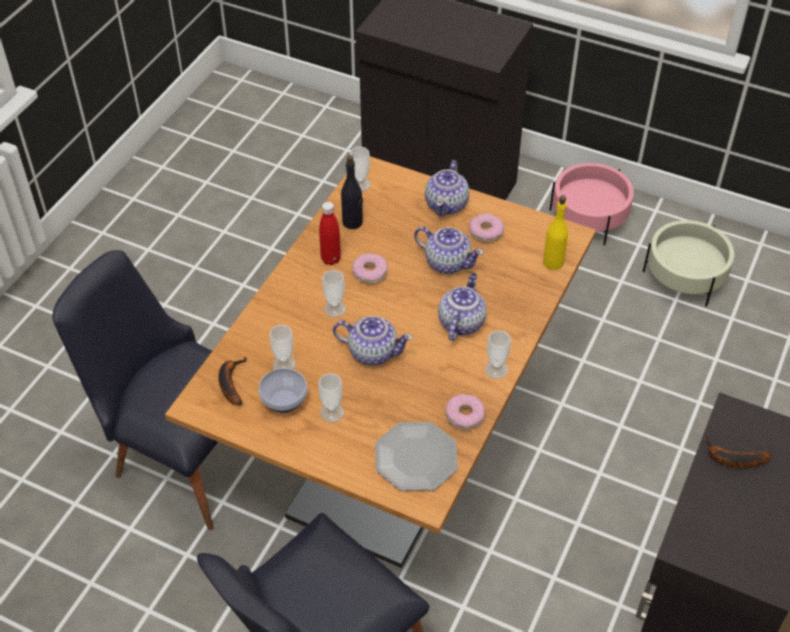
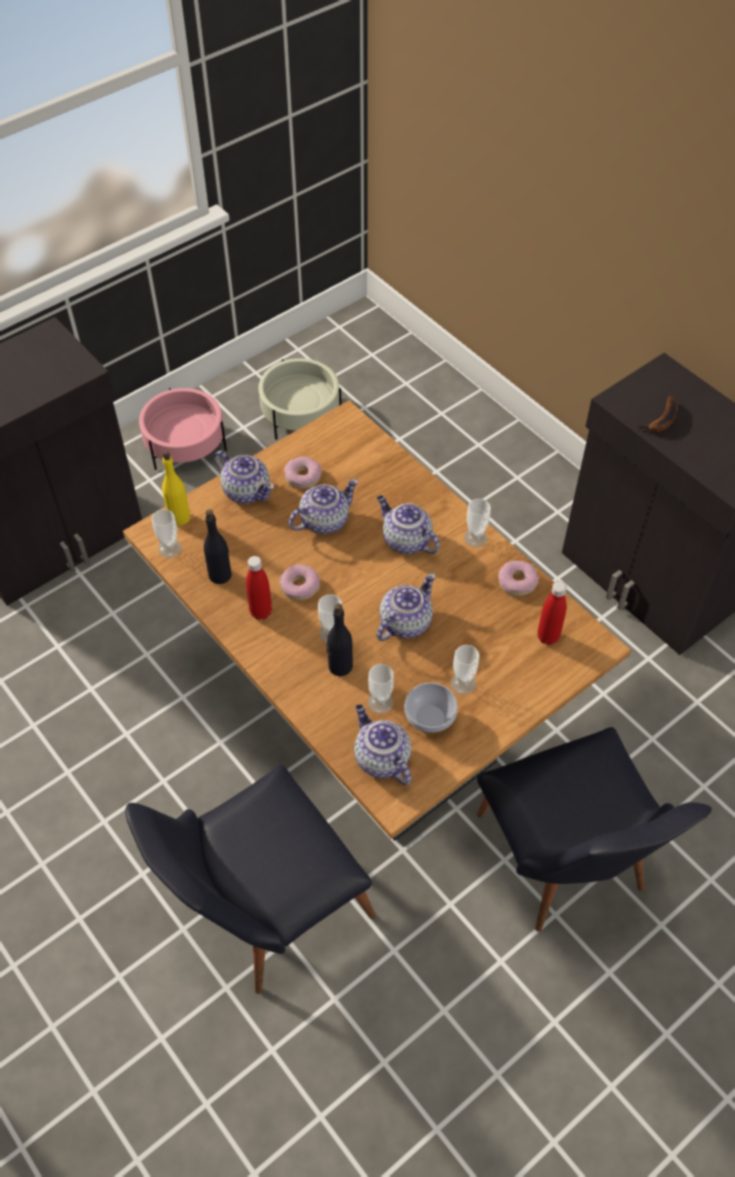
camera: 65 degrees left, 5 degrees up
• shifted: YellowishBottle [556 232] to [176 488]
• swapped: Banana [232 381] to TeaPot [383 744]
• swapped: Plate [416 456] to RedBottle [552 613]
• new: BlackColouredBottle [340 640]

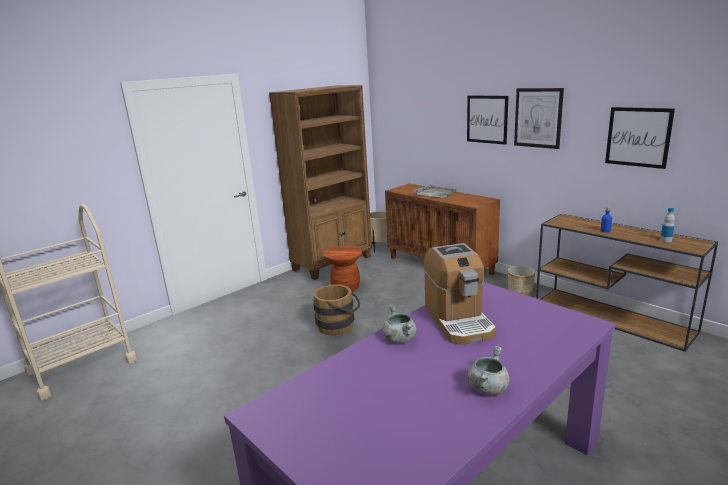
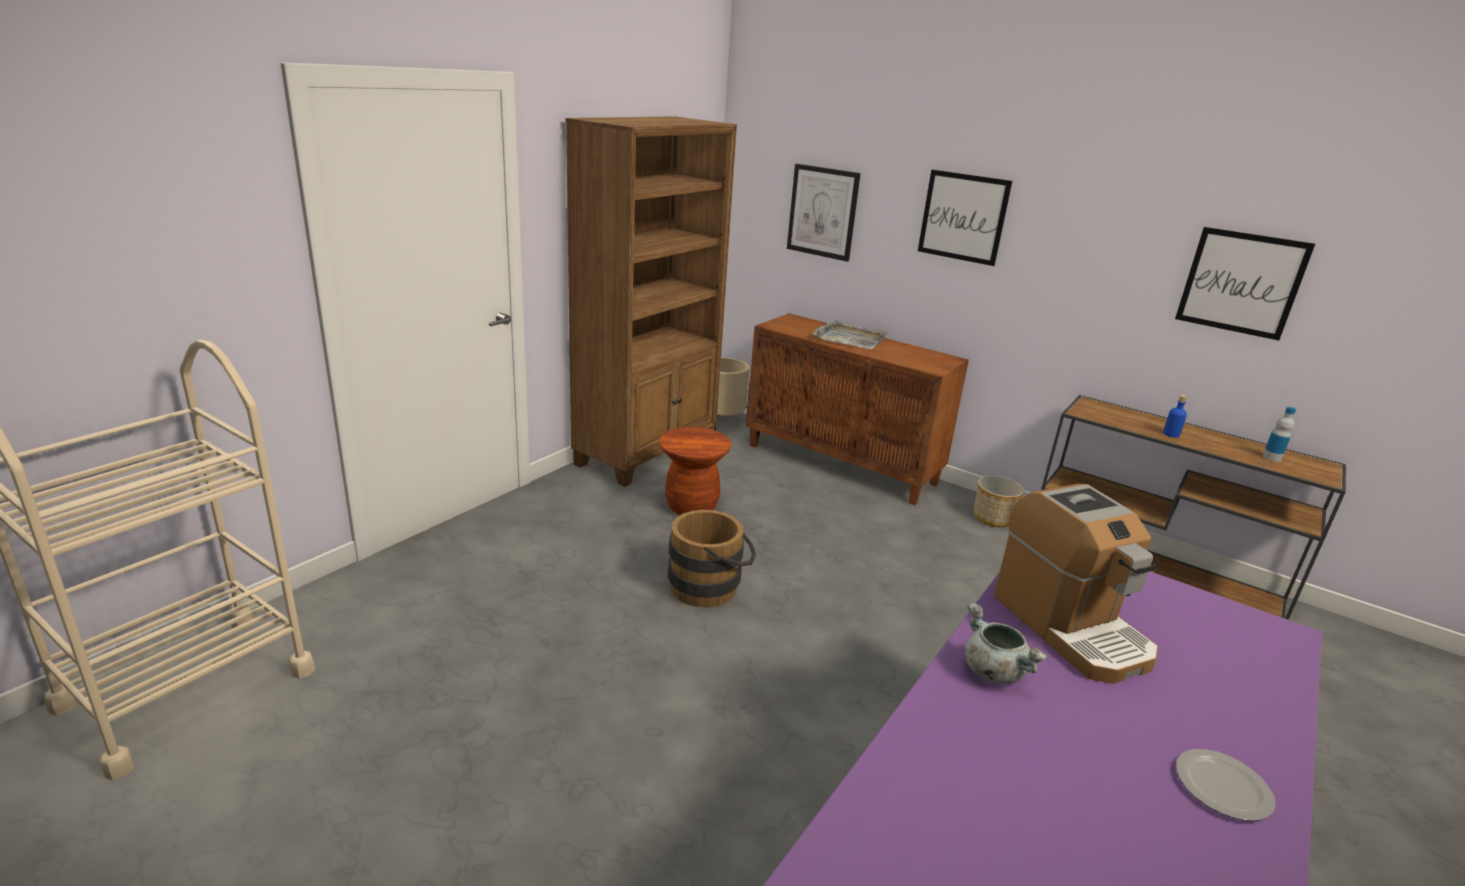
camera: 15 degrees left, 5 degrees up
• shifted: WallPicture [539 118] to [824 213]
• swapped: GreyishStockpot [488 370] to Plate [1226 785]

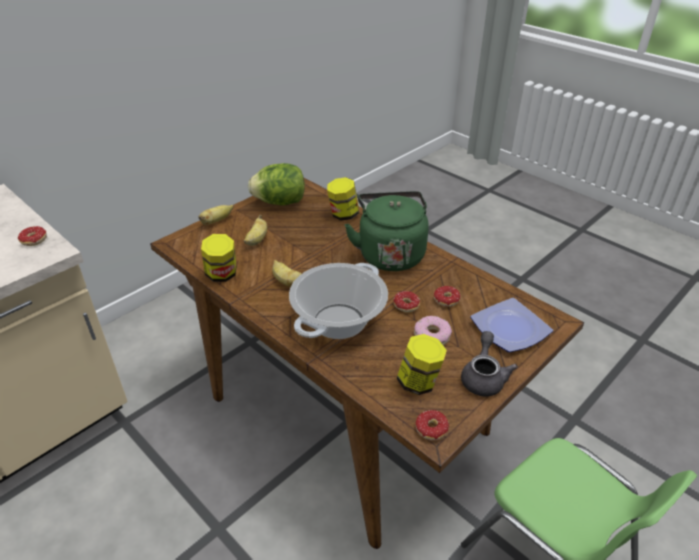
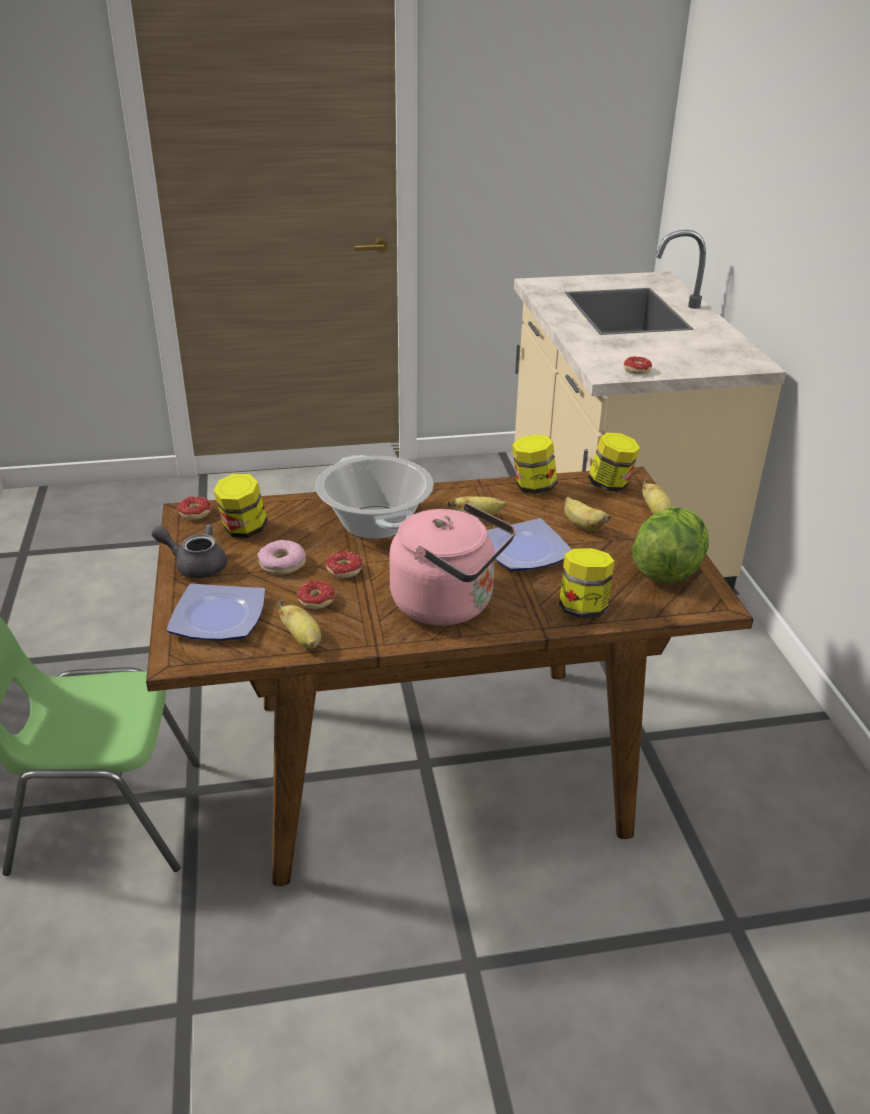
camera: 125 degrees right, 5 degrees down
• repainted: GreenTeaKettle [386 231] to PinkColouredTeaKettle [452 564]
• rotated: GreyishTeaPot [489 363] = [189 551] 150 degrees clockwise
• new: StorageJar [614 462]
• new: Plate [529 544]
• new: Banana [299 624]

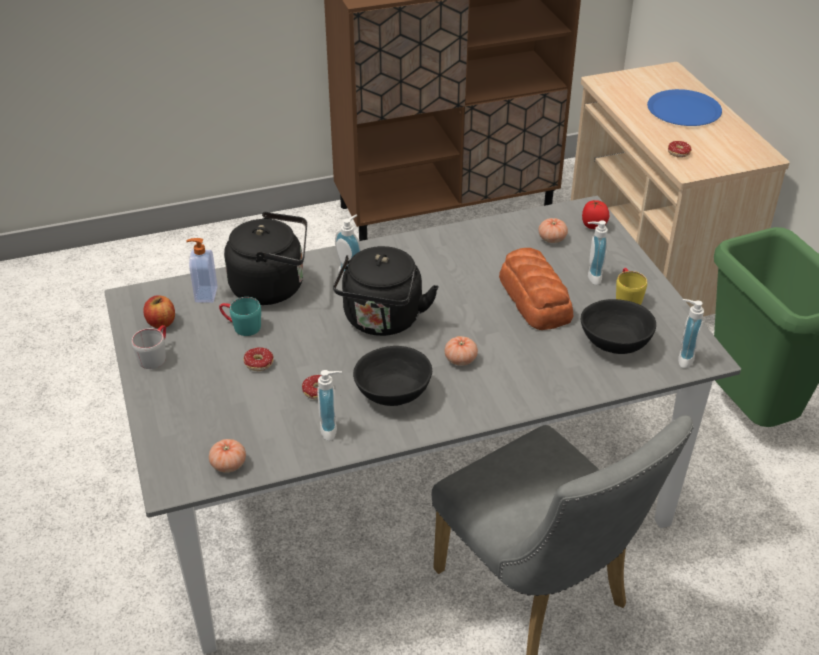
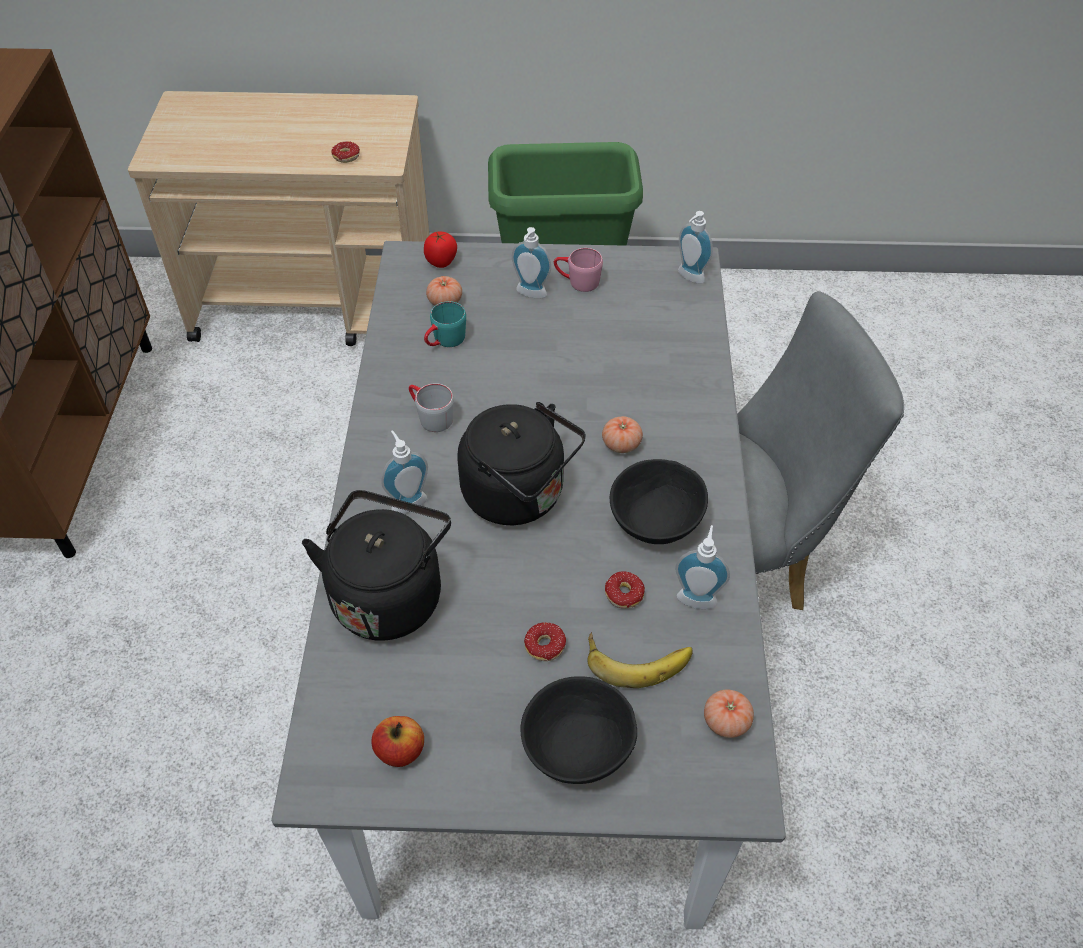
camera: 70 degrees left, 10 degrees up
• gone: BluishPlate [684 107]
• gone: SoapBottle [202 270]
• gone: Bread [536 289]
• repainted: YellowishTeaMug [631 286] to PinkColouredTeaMug [578 270]
• shifted: TurquoiseTeaMug [240 316] to [445 324]
• shifted: BlackColouredDeepDish [618 326] to [578 730]
• shifted: GreyishTeaMug [149 347] to [431 407]
• new: Banana [640 660]

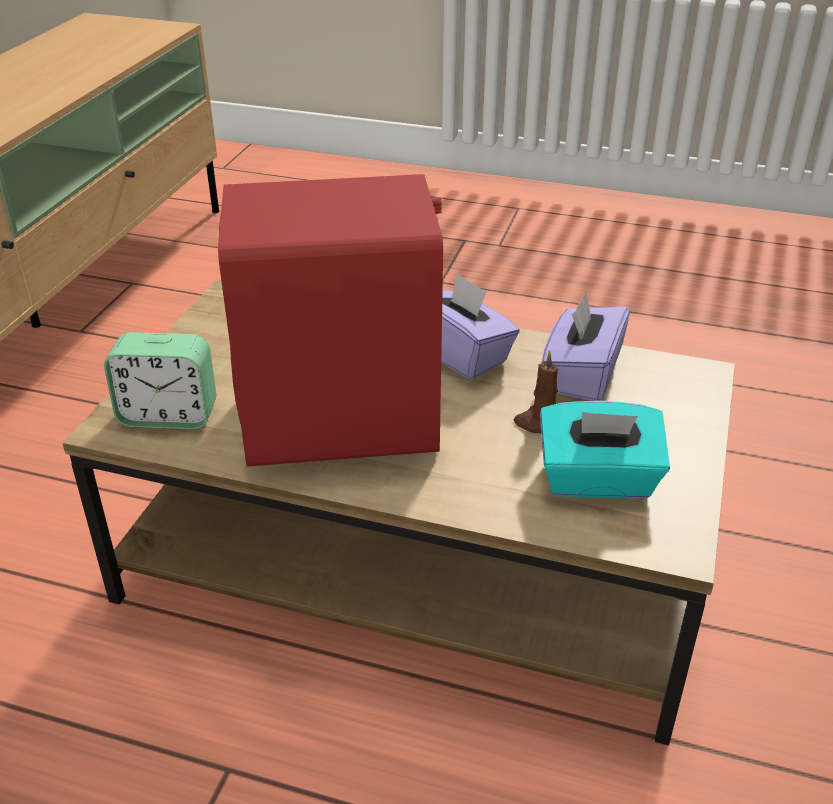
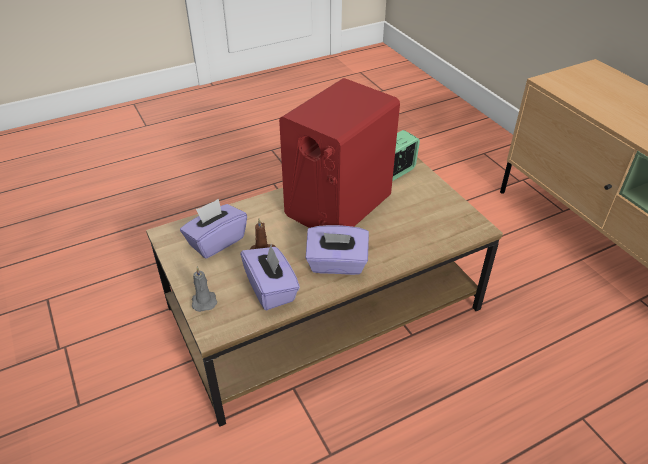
camera: 135 degrees right, 5 degrees up
• repainted: TurquoiseTissueBox [605 450] to PurplishTissueBox [213 229]
• new: GreyishWaxCandle [204 289]

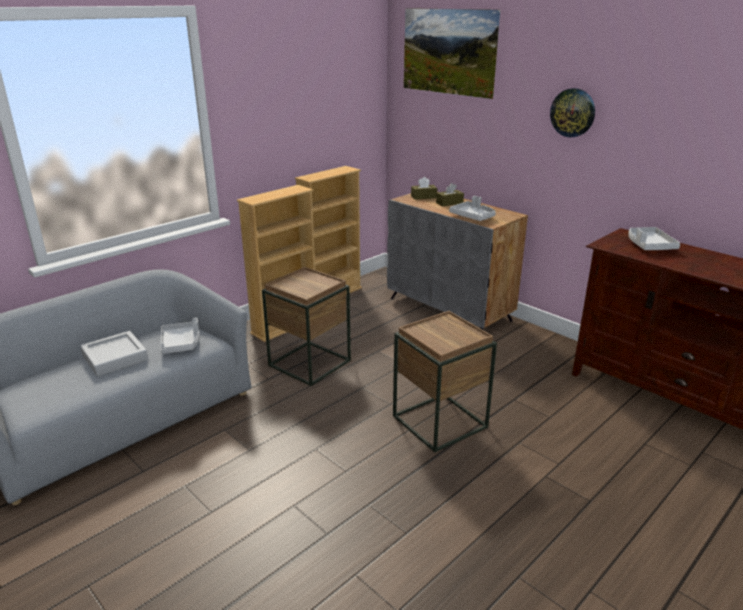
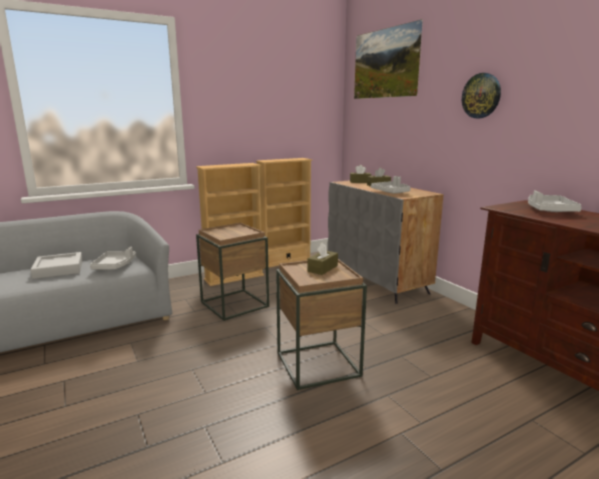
camera: 15 degrees right, 10 degrees down
• new: BrownishTissueBox [323 258]

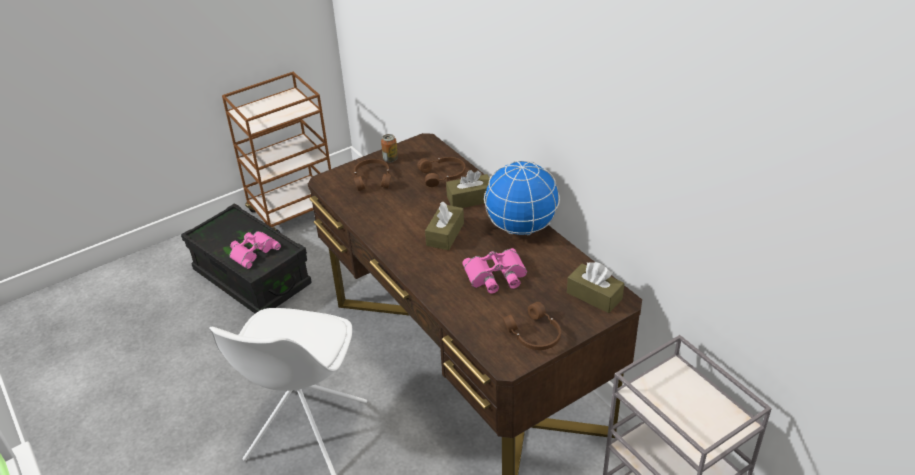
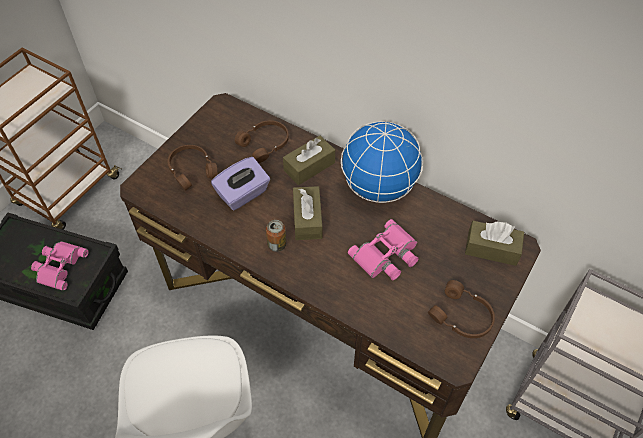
camera: 25 degrees left, 15 degrees up
• shifted: Can [389 148] to [276 236]
• new: PurplishTissueBox [240 183]

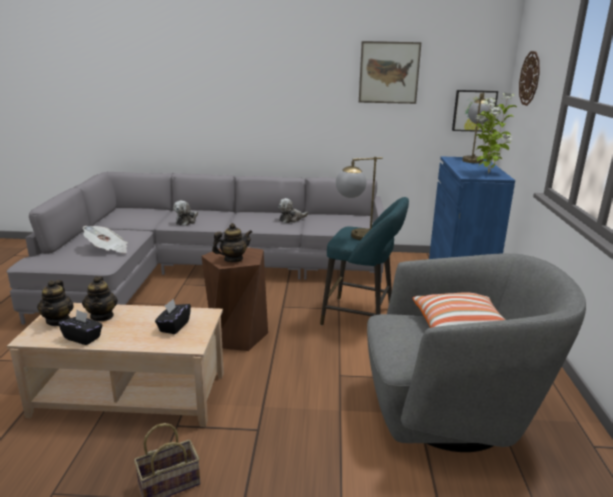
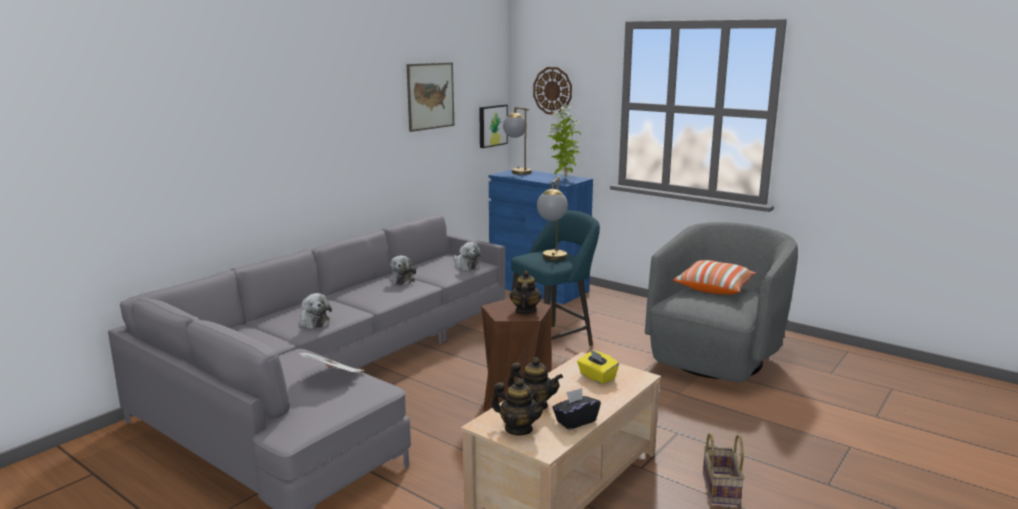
camera: 55 degrees left, 5 degrees down
• repainted: BlackColouredTissueBox [173 316] to YellowishTissueBox [598 366]
• new: CuddlyToy [466 256]

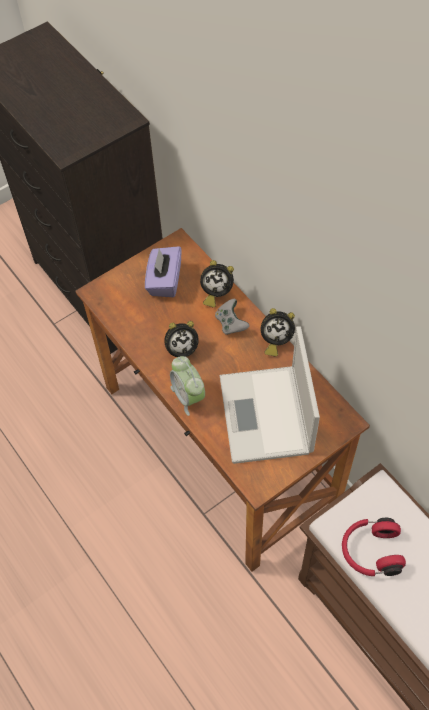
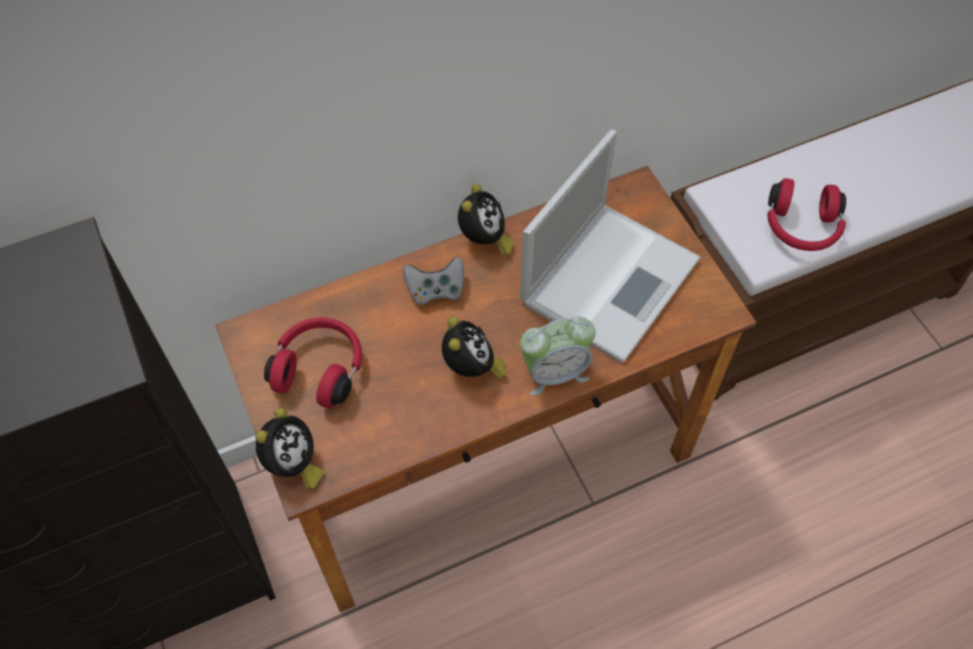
camera: 80 degrees left, 0 degrees up
• swapped: PurplishTissueBox [163 271] to RedPairOfHeadphones [313 363]
• shifted: AlarmClock [217 283] to [289 448]
• rotated: NotebookComputer [270 395] = [610 246] 60 degrees counterclockwise

